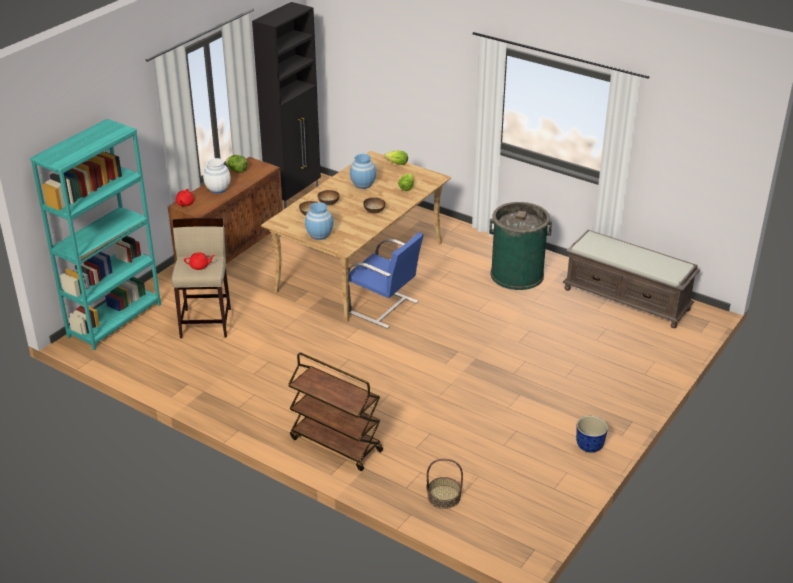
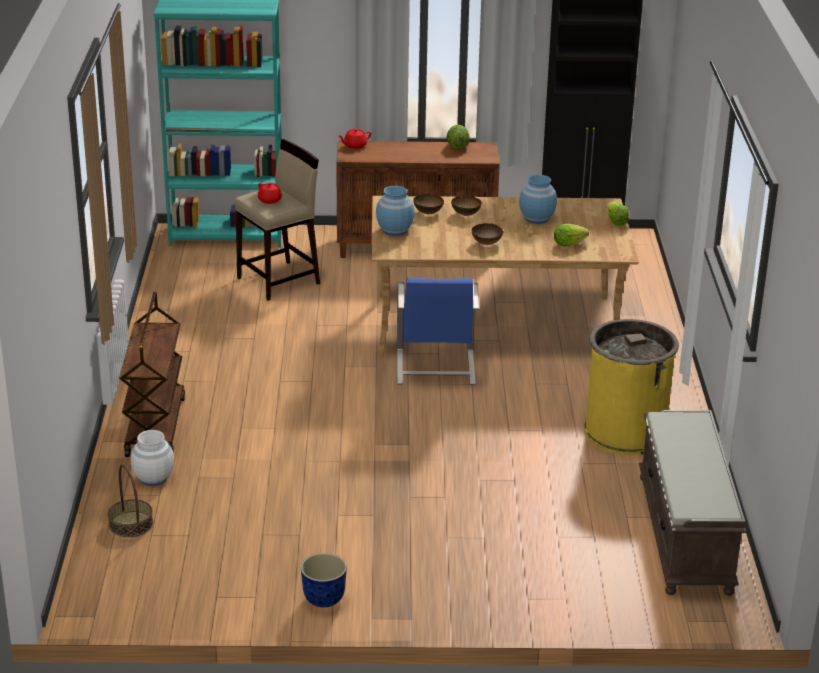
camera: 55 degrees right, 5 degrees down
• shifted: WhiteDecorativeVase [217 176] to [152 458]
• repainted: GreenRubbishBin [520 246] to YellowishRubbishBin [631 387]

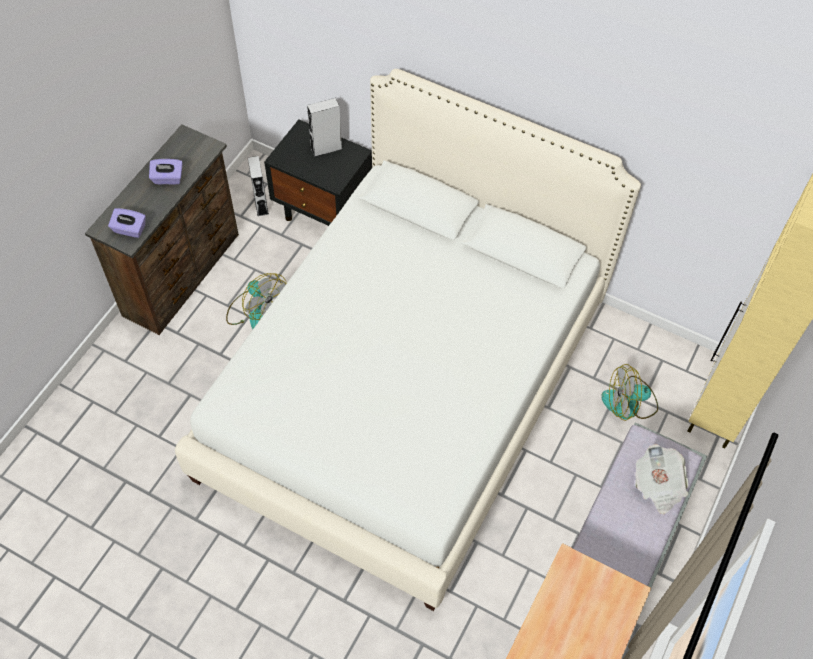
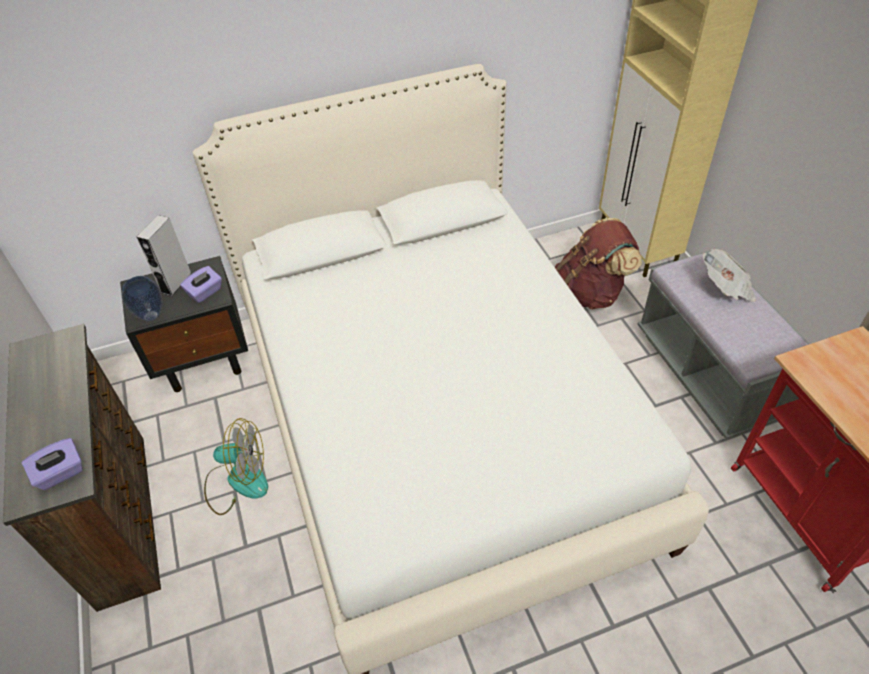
camera: 45 degrees left, 10 degrees down
• gone: GreyishSpeaker [258 186]
• shifted: PurplishTissueBox [166 171] to [201 284]
• swapped: CoolingFan [629 392] to BrownishBackpack [598 264]
• new: DecorativeVase [142 299]

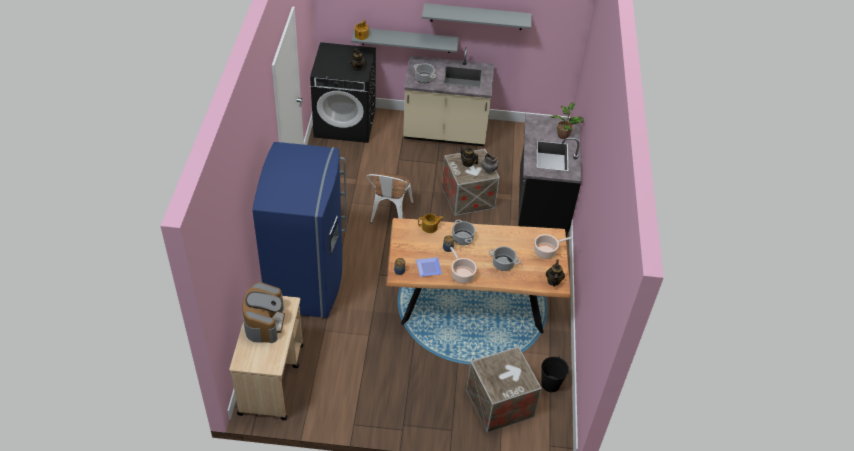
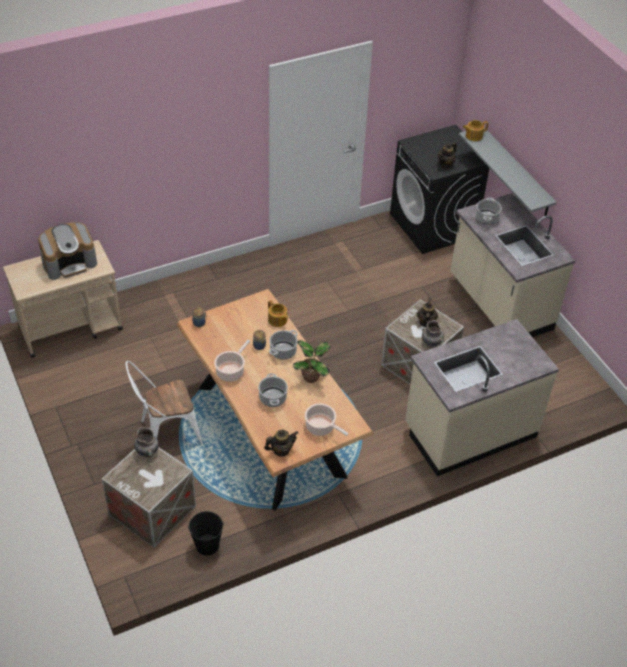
camera: 60 degrees right, 0 degrees up
• gone: GreyishShelf [477 16]
• shifted: PlantInAPot [567 120] to [312 361]
• repainted: BlackColouredKitchenBaseUnit [549 176] to BeigeKitchenBaseUnit [482 397]
• gone: BluishFridge [299 230]
• shifted: WhitePlainChair [390 198] to [164 402]
• gone: Plate [429 267]
• new: GreyishDecorativeVase [146 442]

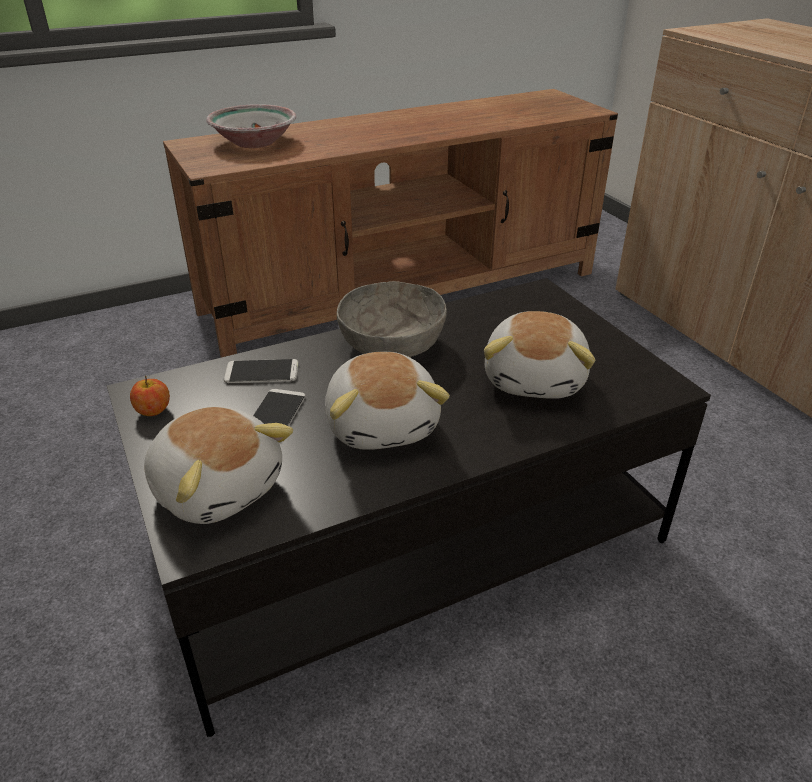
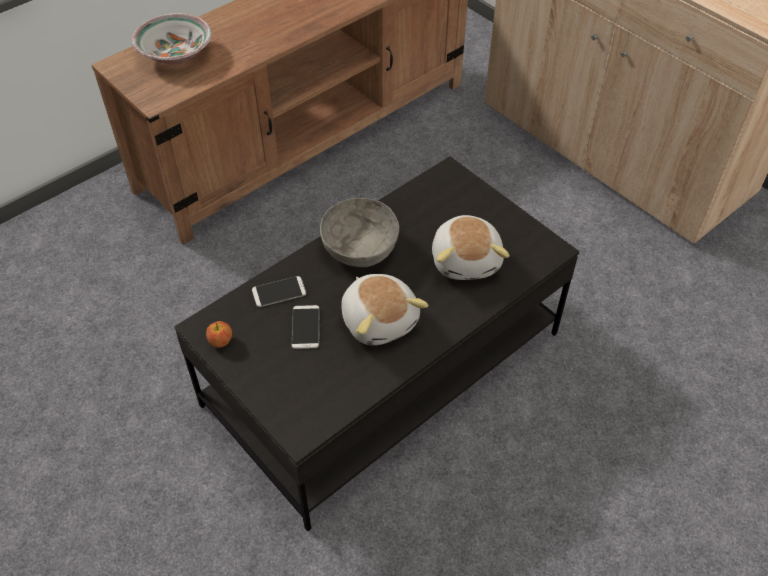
camera: 15 degrees left, 15 degrees up
• gone: CuddlyToy [218 465]

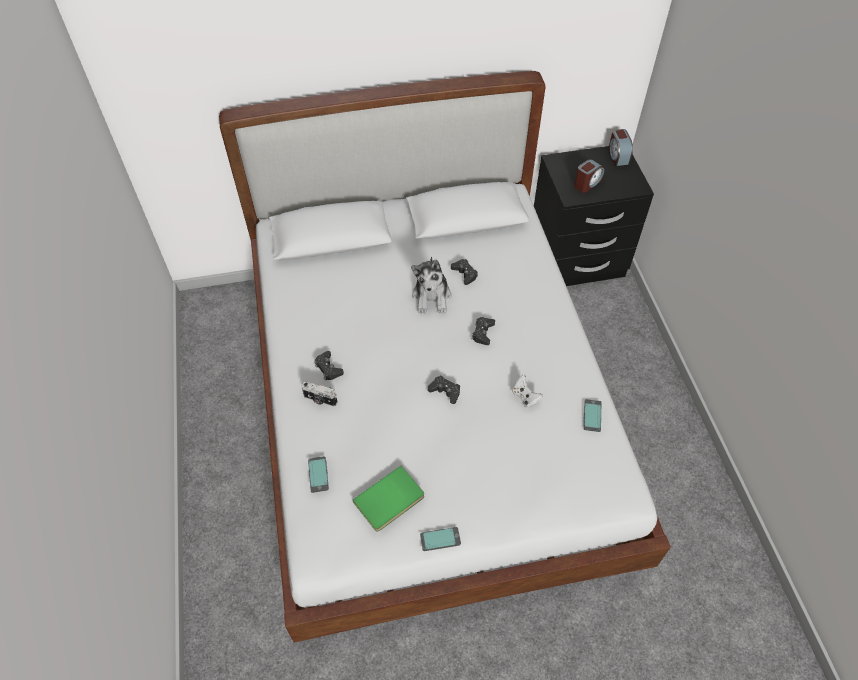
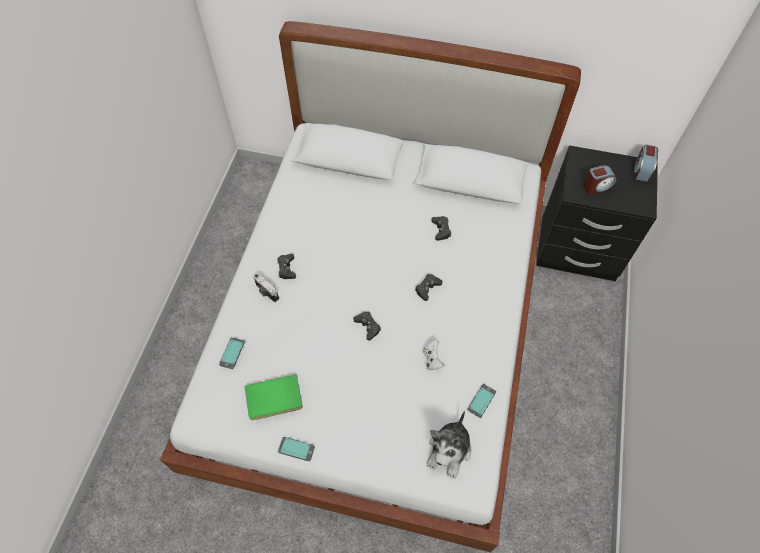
camera: 25 degrees right, 5 degrees up
• shifted: CuddlyToy [431 285] to [449 445]

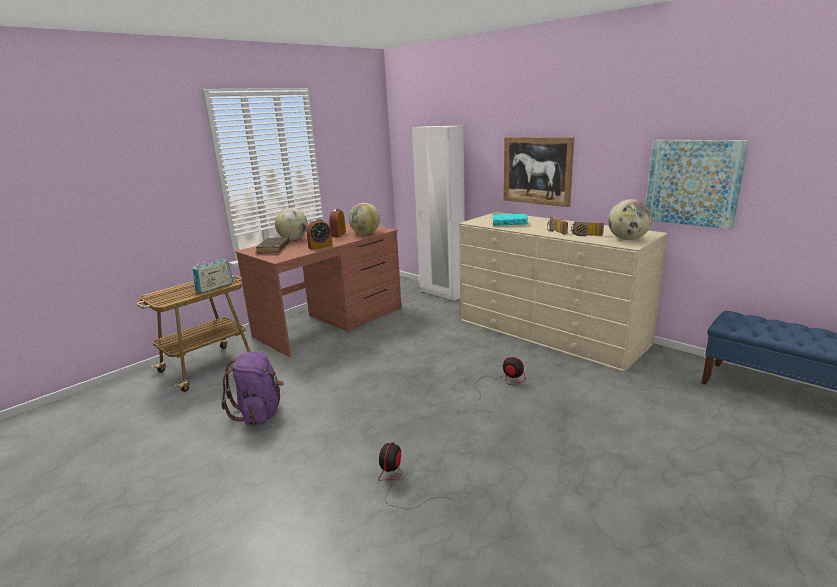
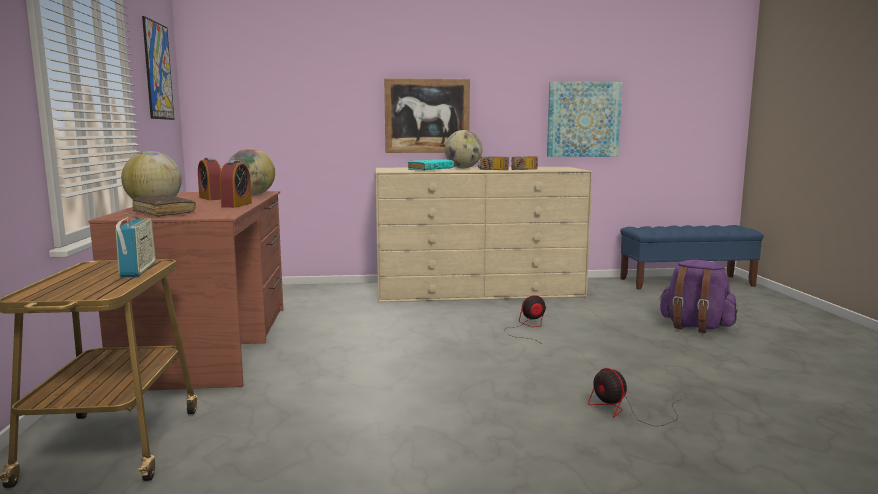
camera: 50 degrees left, 10 degrees down
• gone: WhiteWardrobe [438 213]
• shifted: Globe [630 219] to [464 149]
• shifted: PurplishBackpack [252 389] to [698 296]
• new: WallPicture [158 68]

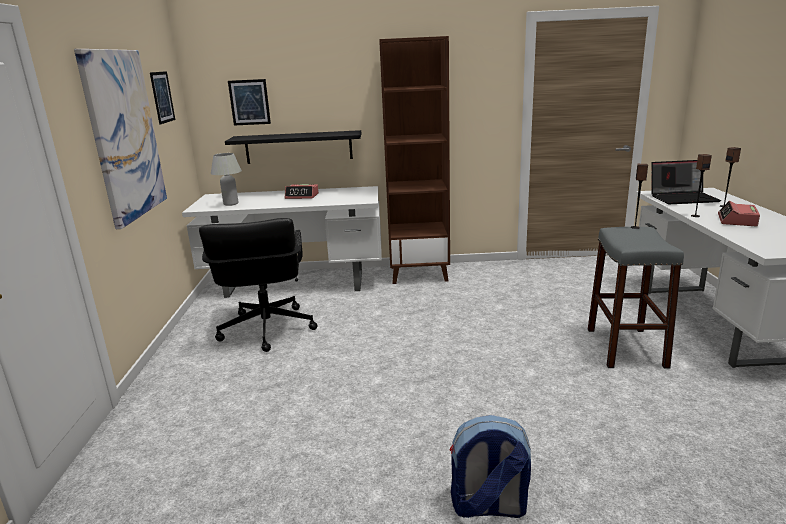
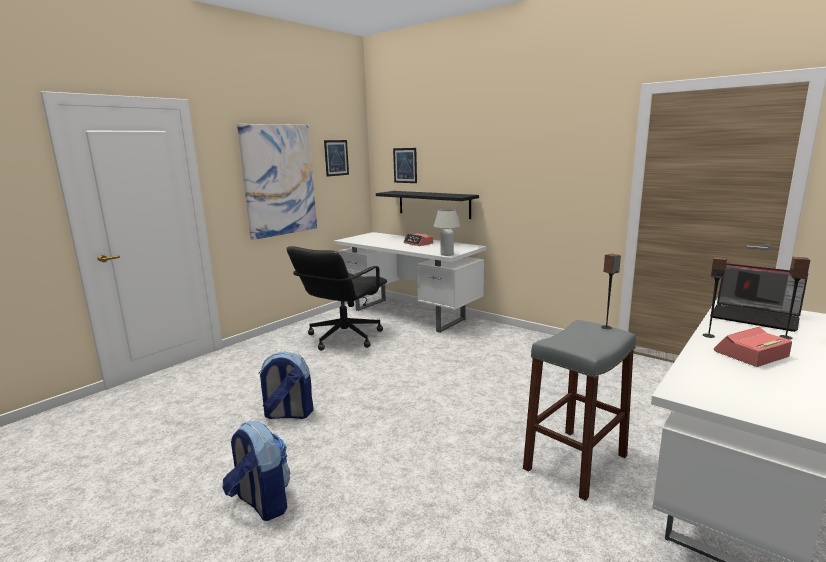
camera: 40 degrees right, 5 degrees down
• gone: BrownishBookshelf [414 160]
• shifted: WhiteTabletopLamp [226 179] to [447 232]
• new: Backpack [285 385]

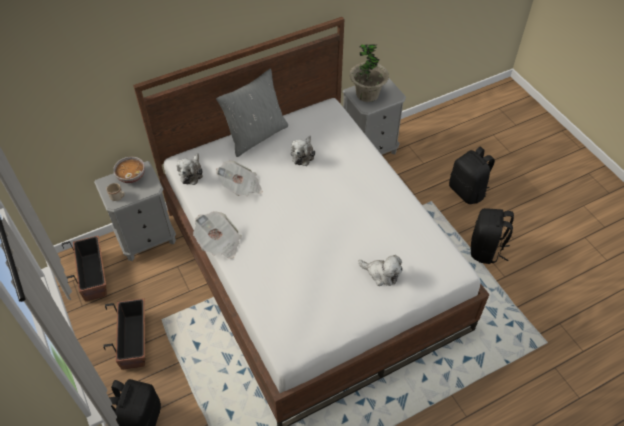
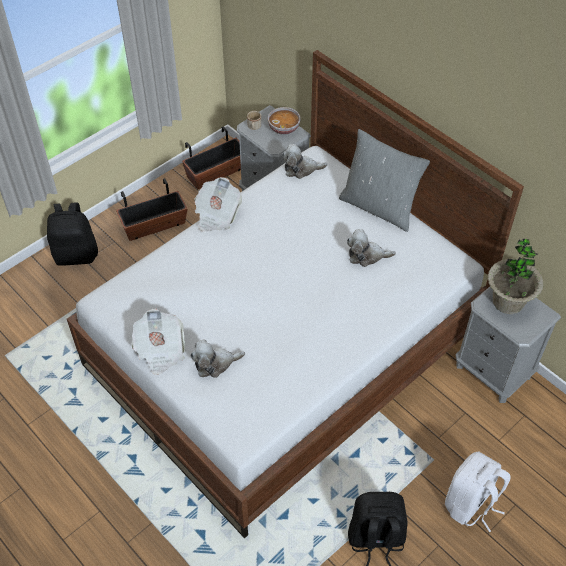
camera: 75 degrees right, 0 degrees up
• repainted: BlackColouredBackpack [472 175] to WhiteBackpack [477 492]
• shifted: PrintedPaper [239 178] to [158 342]
• rotated: CuddlyToy [380 270] = [217 359] 60 degrees clockwise

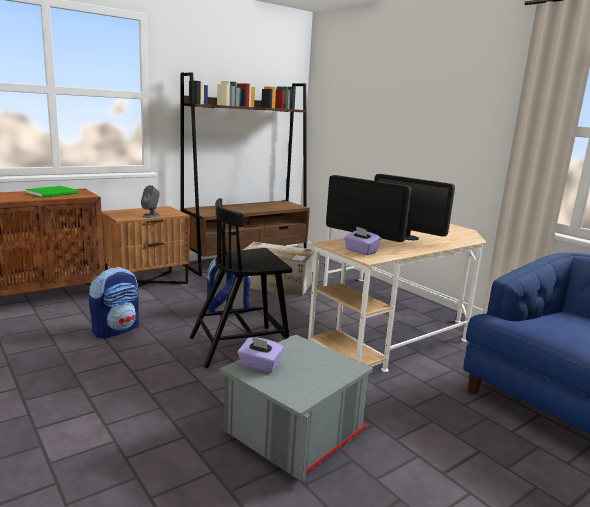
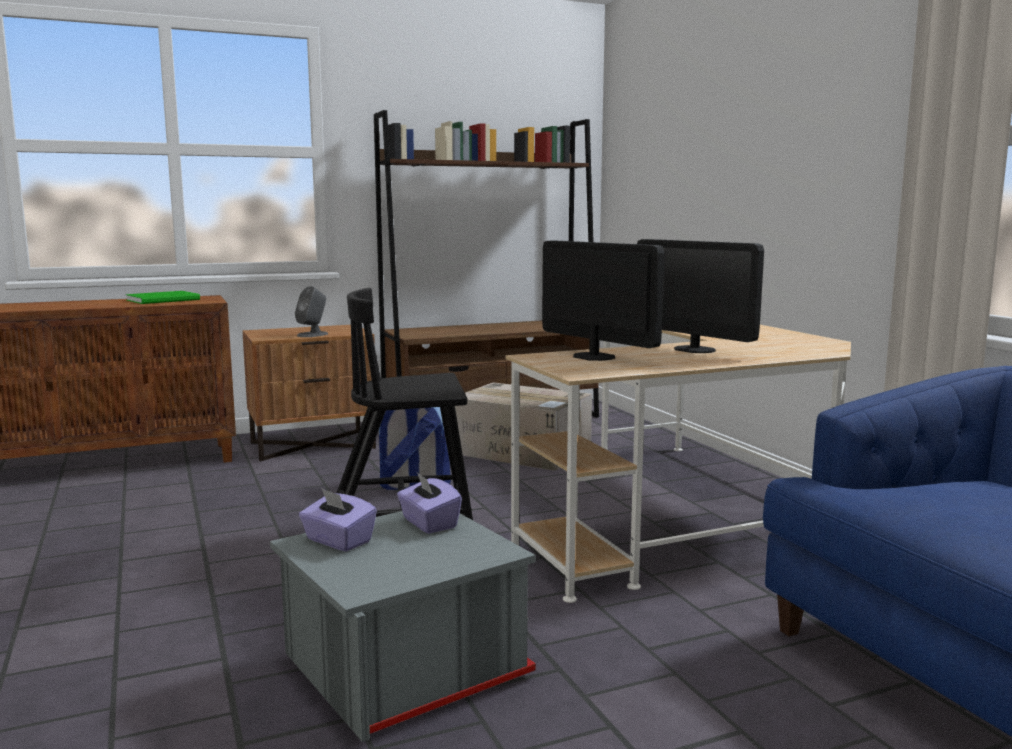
camera: 15 degrees right, 5 degrees down
• shifted: PurplishTissueBox [362 240] to [429 502]
• gone: Backpack [114 302]

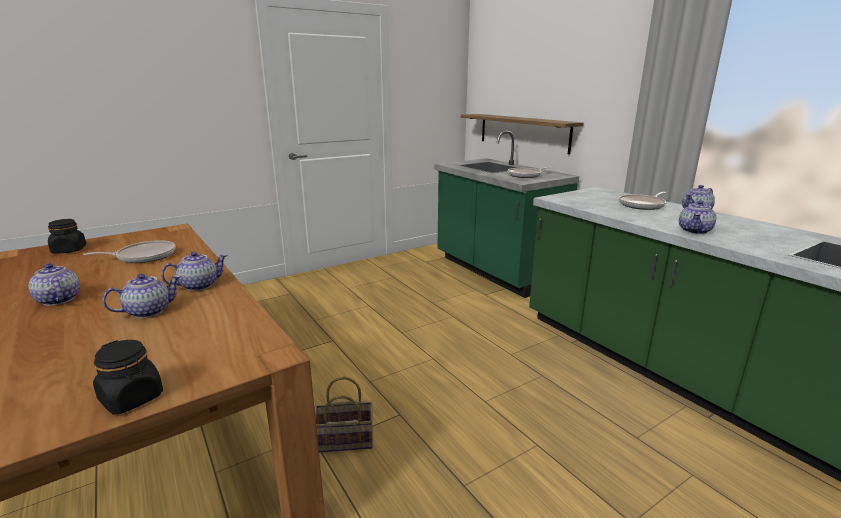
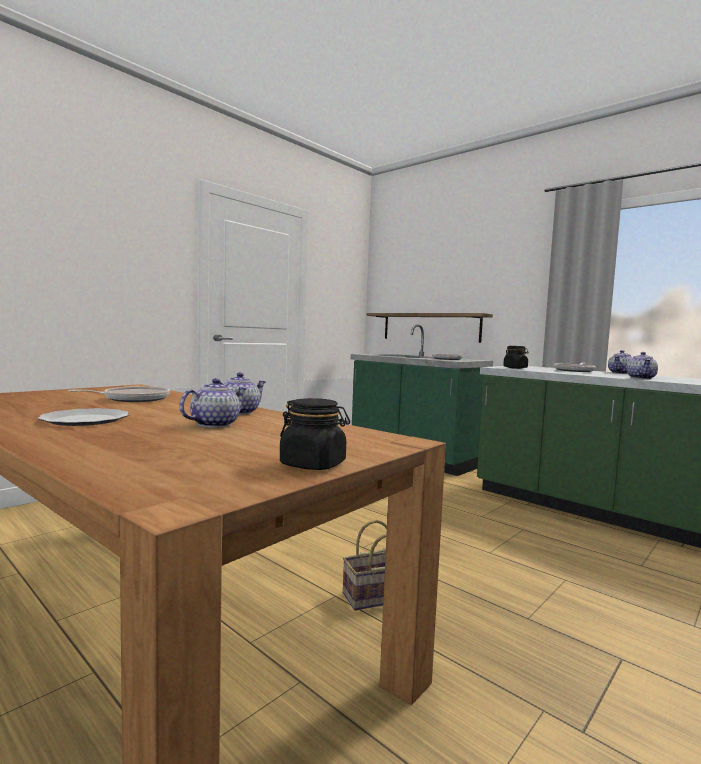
camera: 15 degrees left, 15 degrees down
• shifted: BlackColouredStorageJar [67 236] to [515 357]
• swapped: TeaPot [54 284] to Plate [83 417]

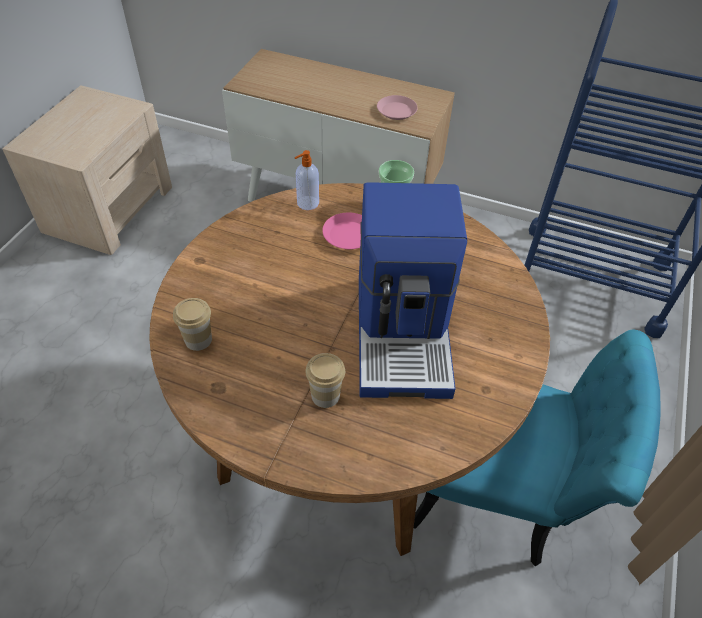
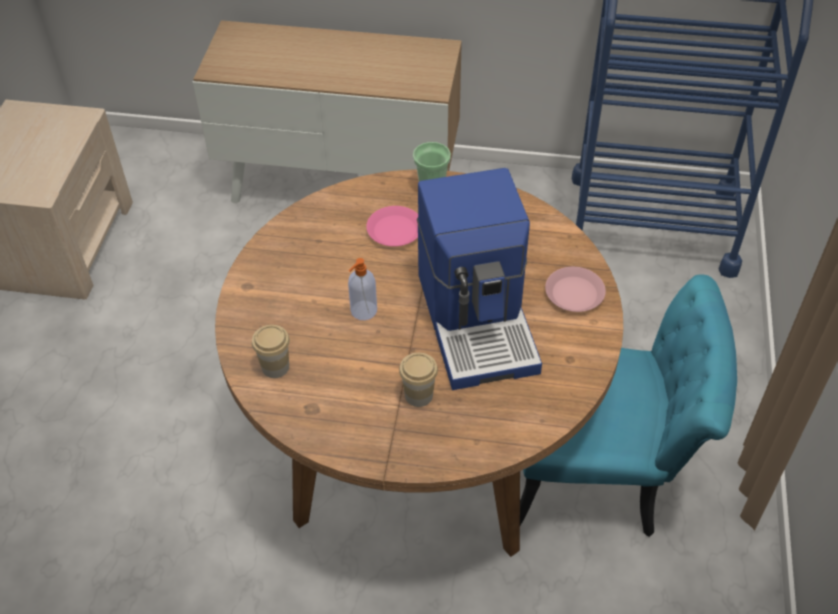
camera: 10 degrees left, 0 degrees up
• shifted: PinkColouredPlate [397 107] to [575 289]
• shifted: SoapBottle [307 180] to [362 289]

